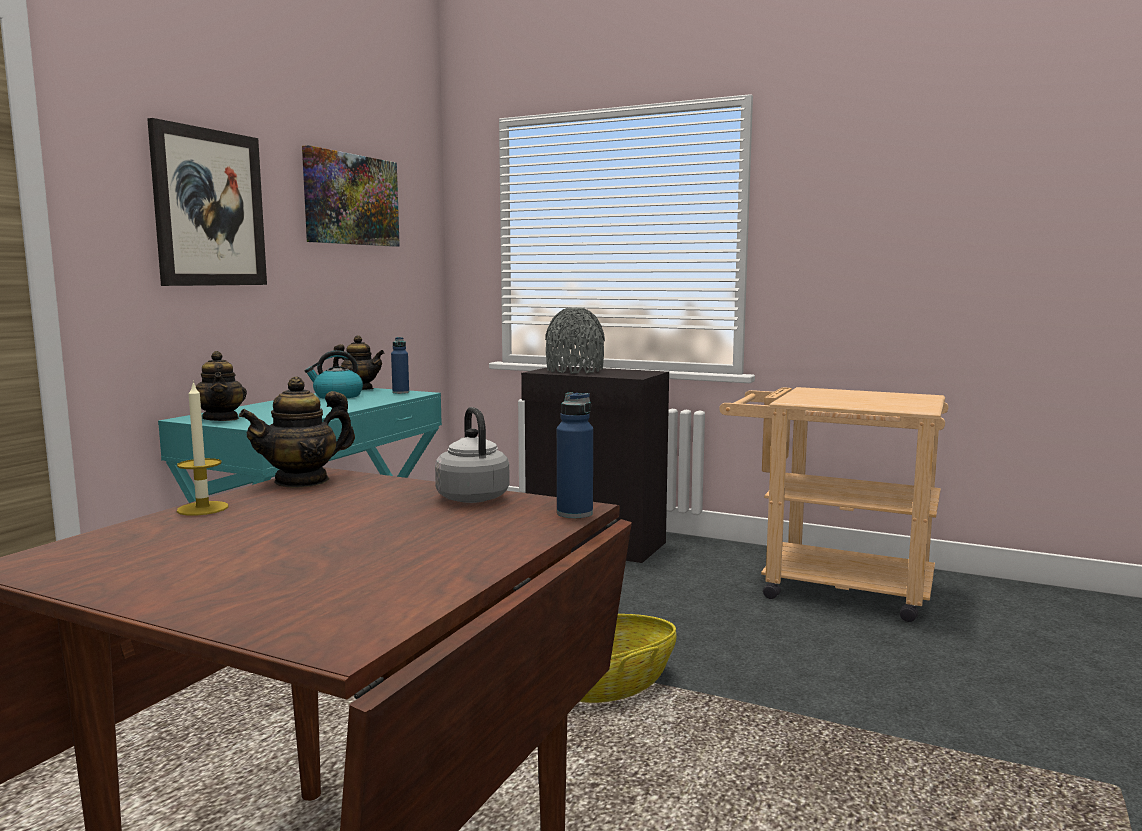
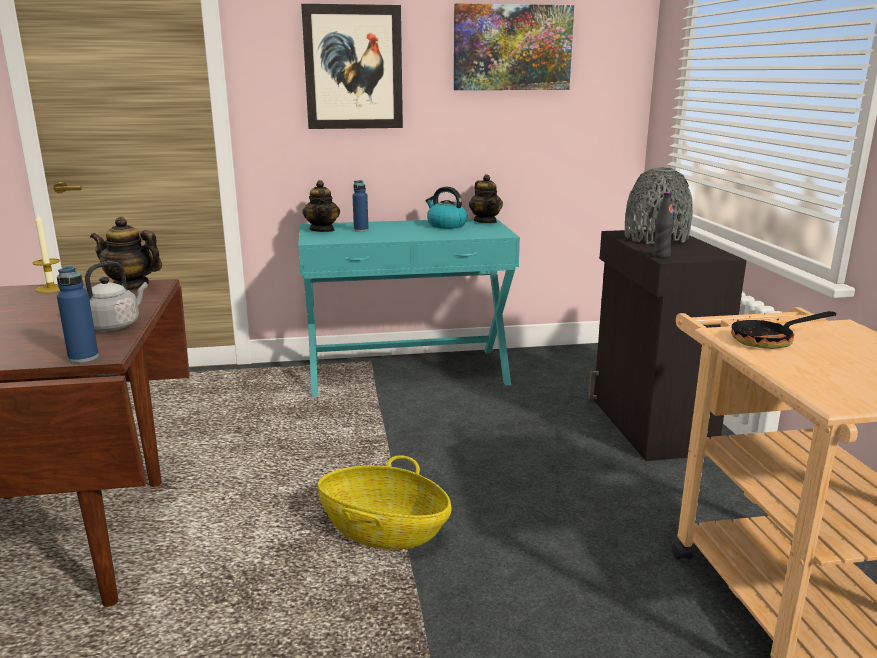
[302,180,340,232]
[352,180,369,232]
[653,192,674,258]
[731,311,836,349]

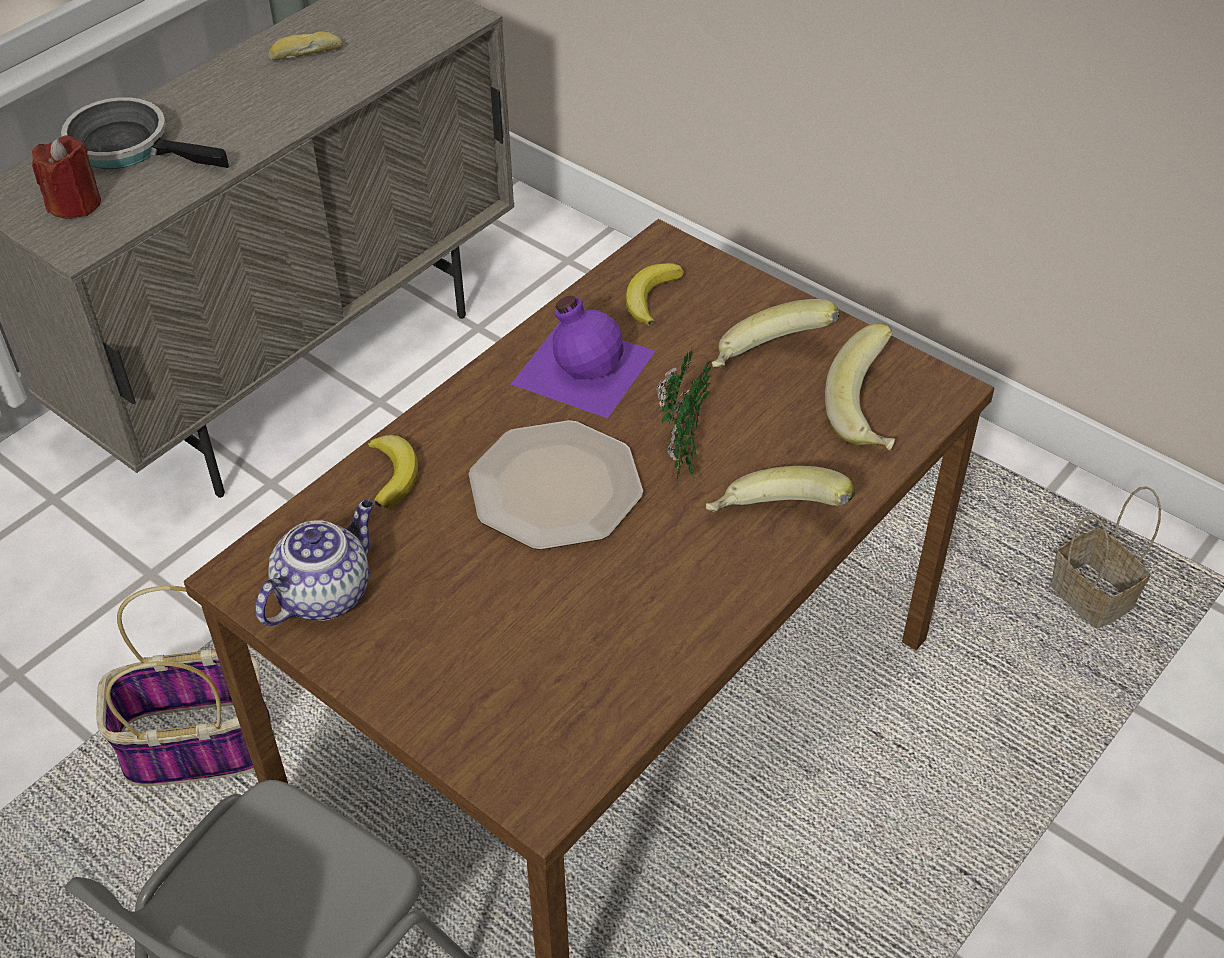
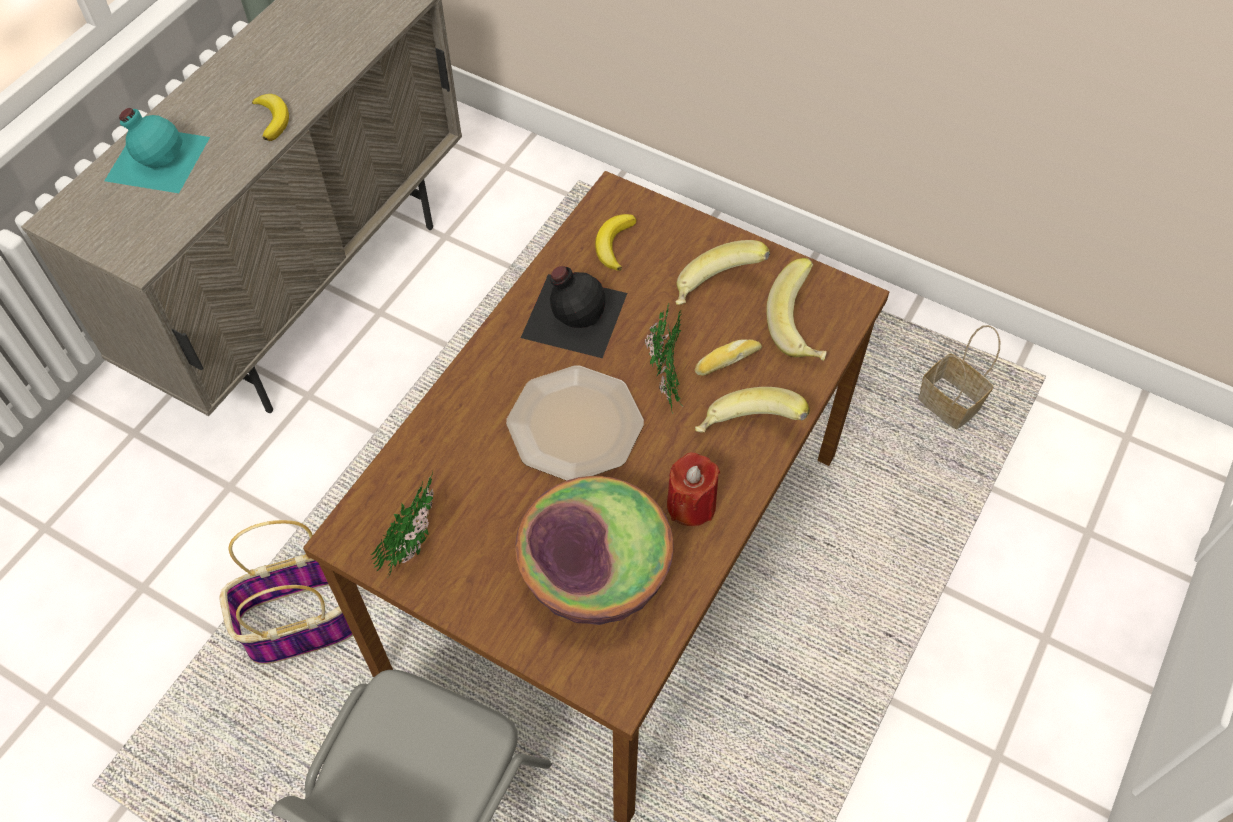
[104,108,210,193]
[252,94,289,141]
[371,471,434,578]
[515,476,674,625]
[521,266,627,358]
[667,453,720,526]
[695,339,762,376]

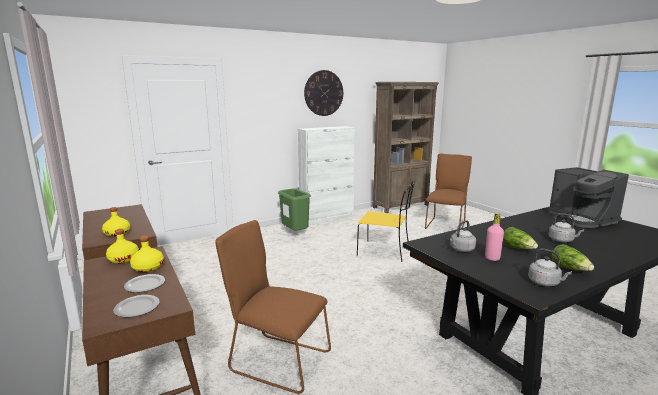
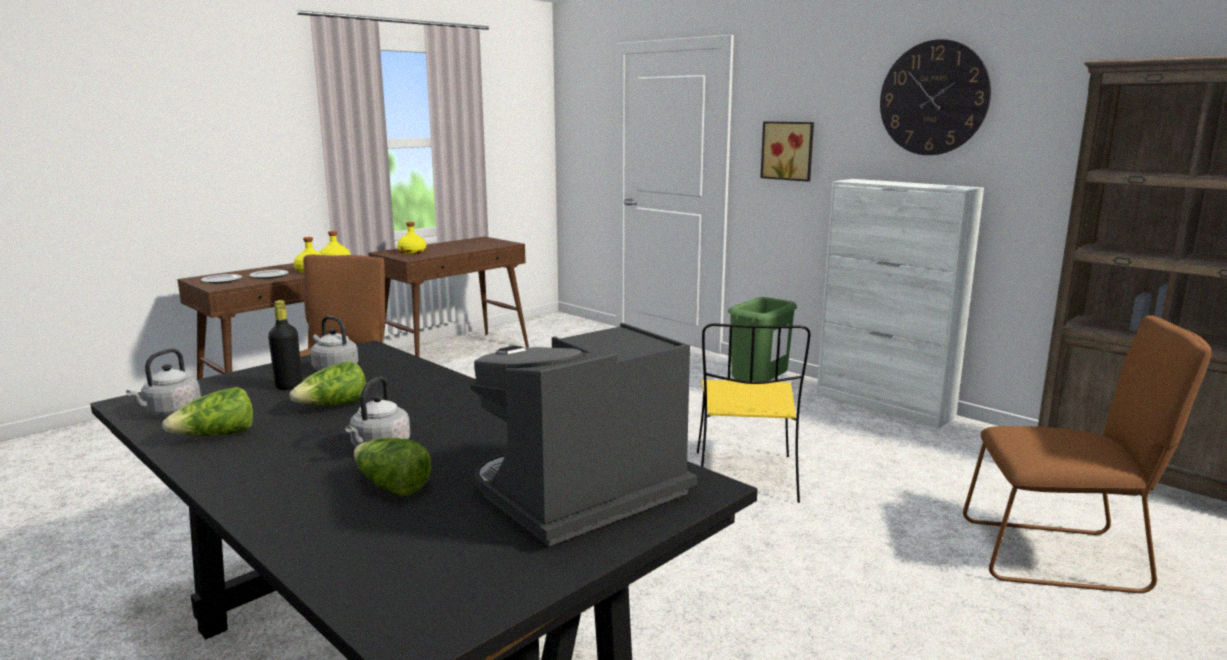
[268,300,302,390]
[354,438,432,496]
[760,121,814,182]

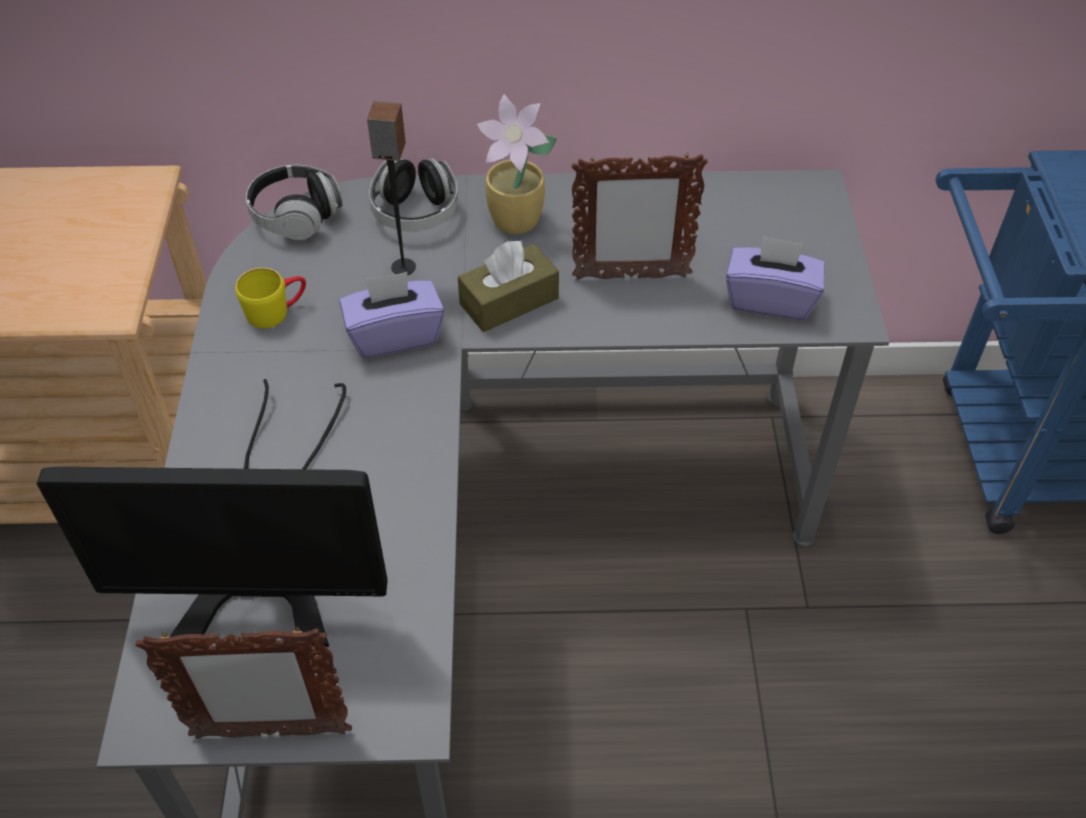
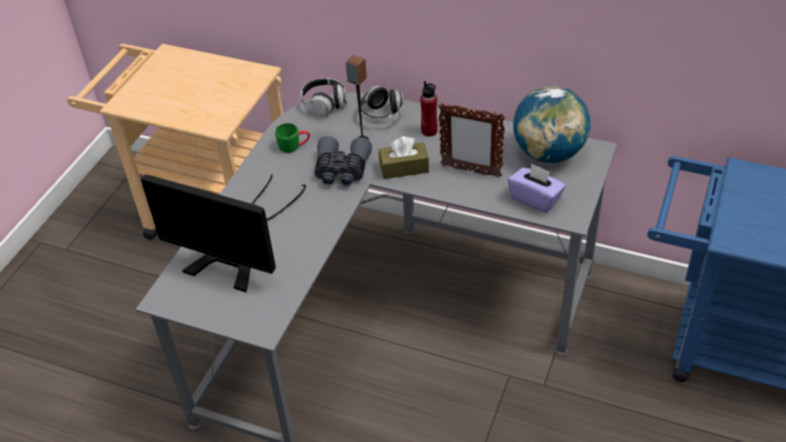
[275,123,310,153]
[314,136,372,186]
[420,81,438,136]
[513,86,590,163]
[135,626,352,739] (first image)

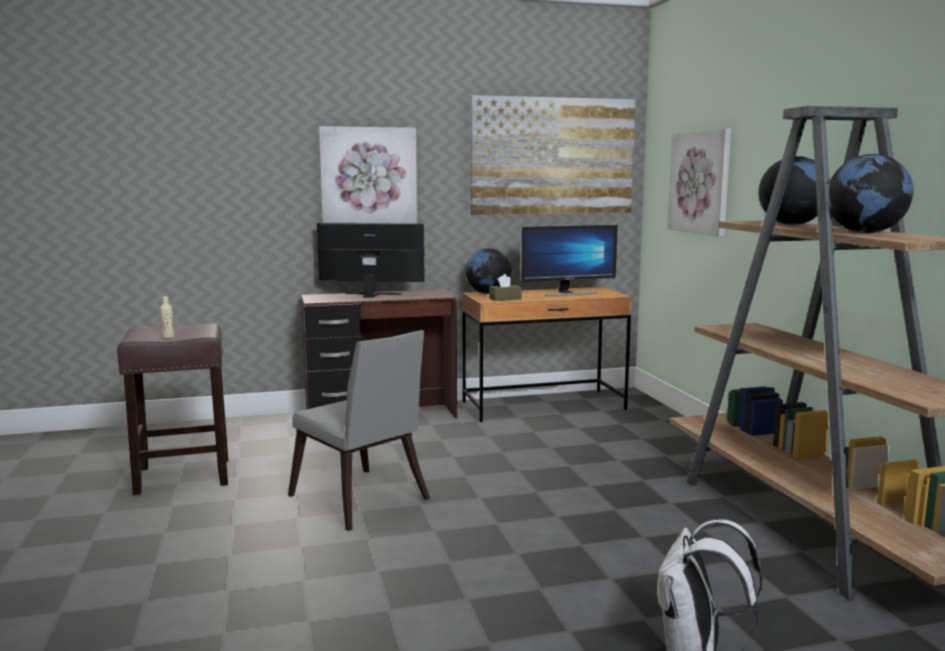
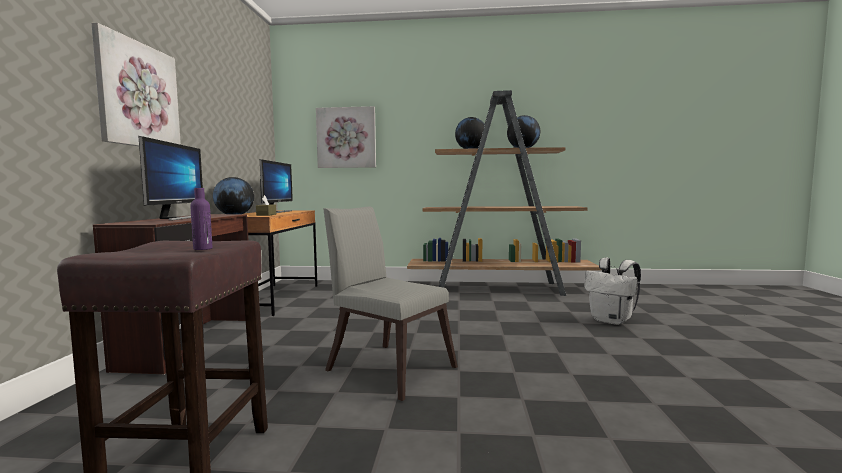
[138,136,203,221]
[190,188,213,250]
[323,206,458,401]
[471,95,636,215] (first image)

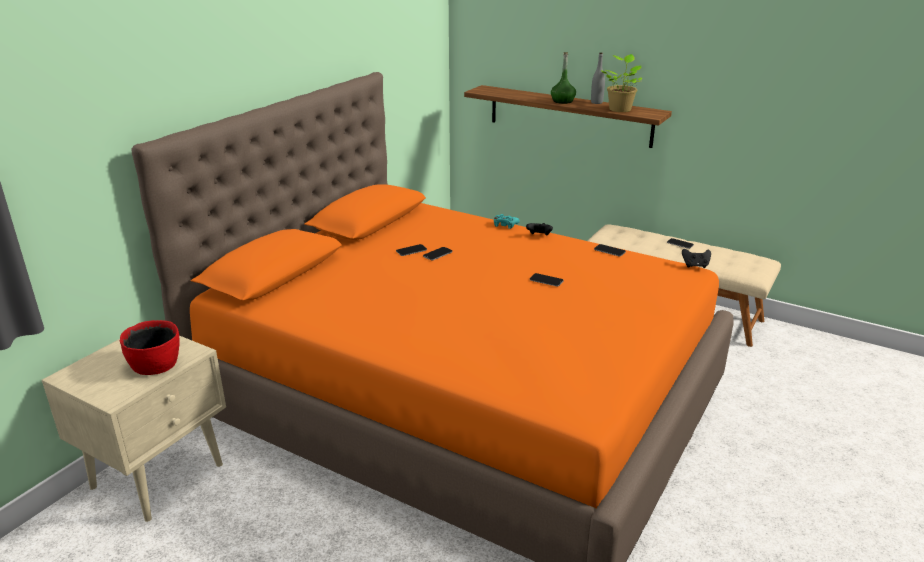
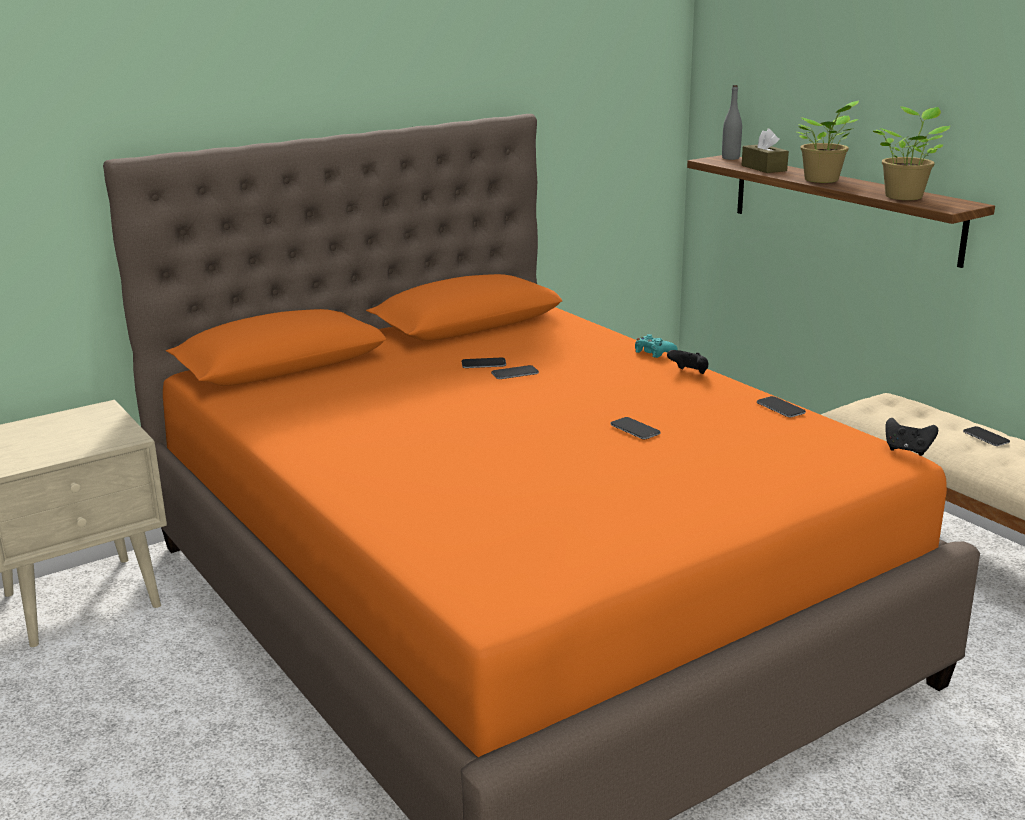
[722,85,742,160]
[742,128,789,173]
[797,101,859,183]
[120,320,180,375] (first image)

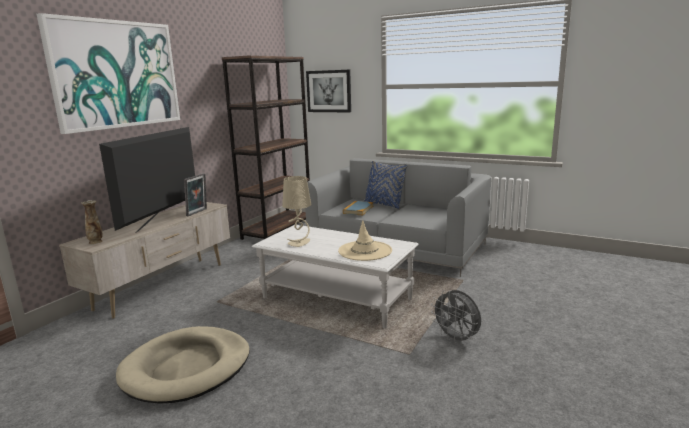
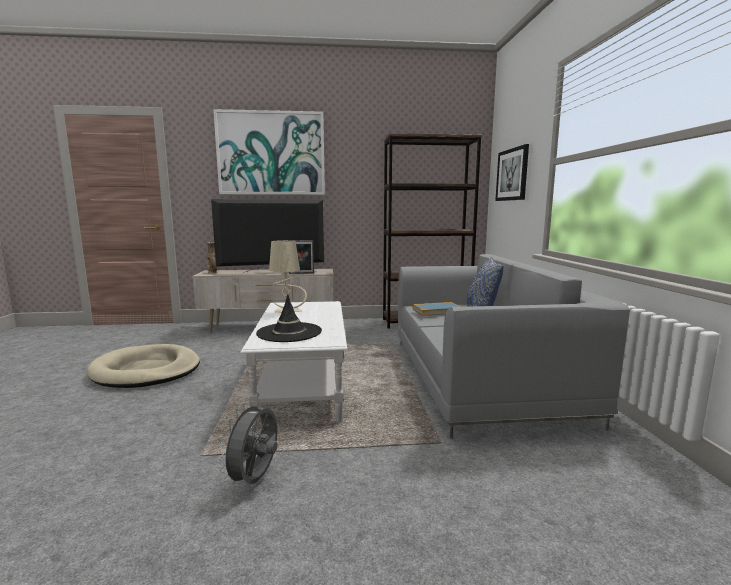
[256,294,322,342]

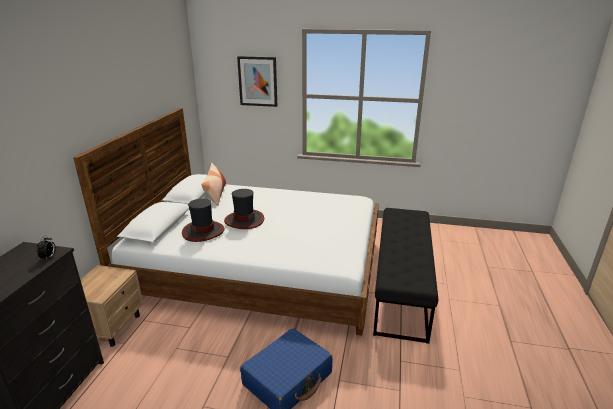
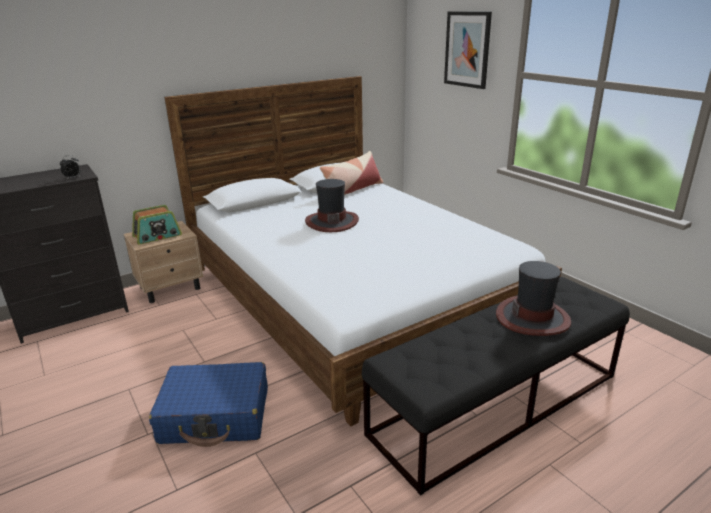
[132,205,182,245]
[496,261,571,336]

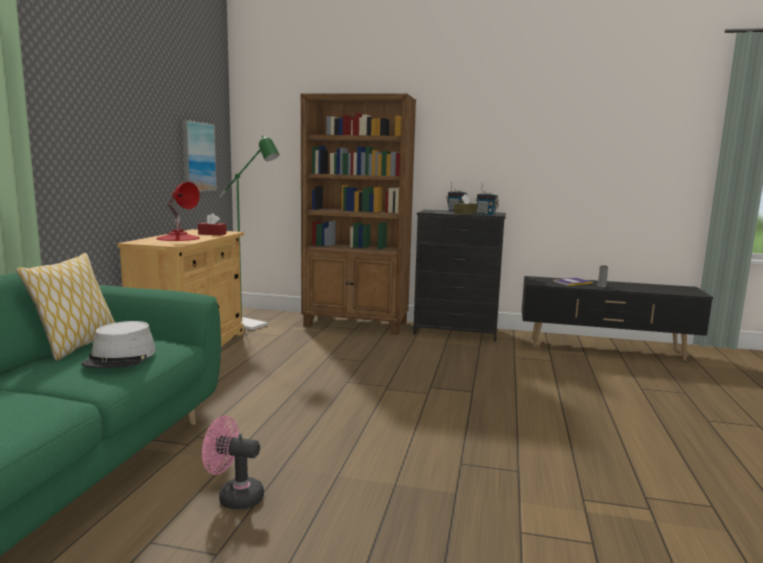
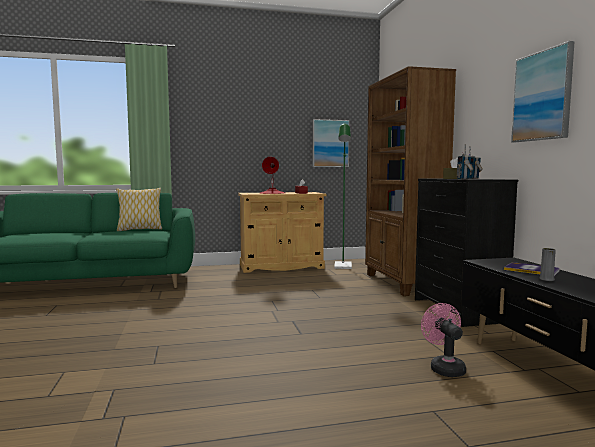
[421,303,466,377]
[511,41,575,142]
[81,321,156,368] (first image)

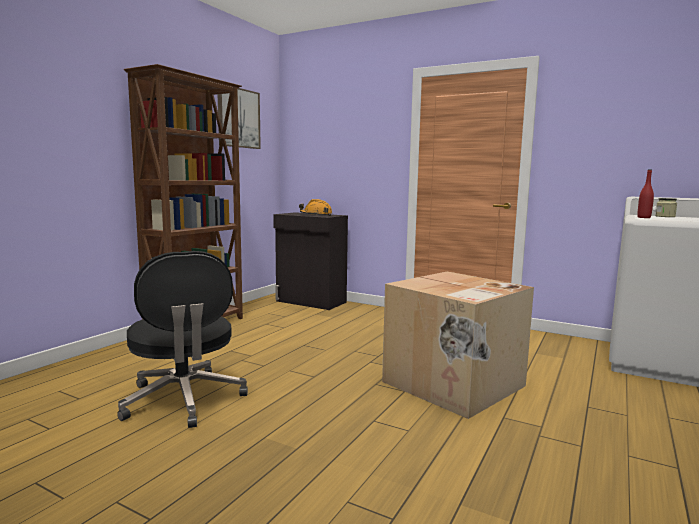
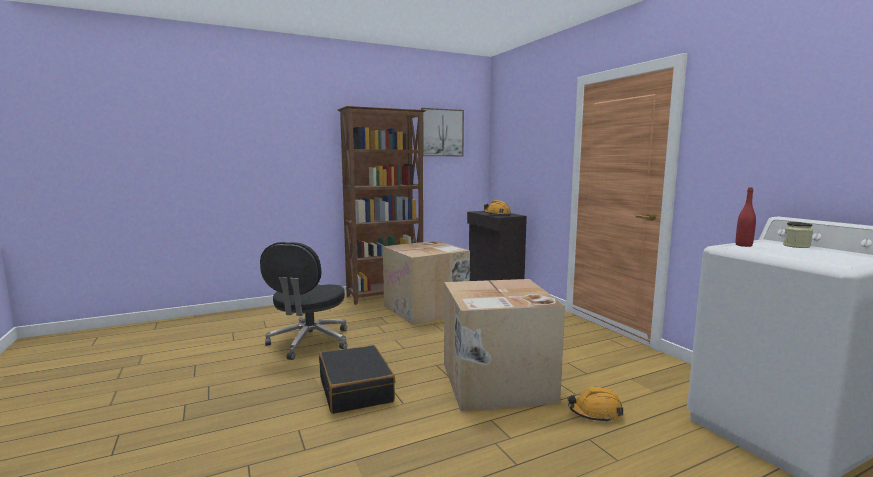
[319,345,395,414]
[383,241,470,325]
[568,387,623,423]

